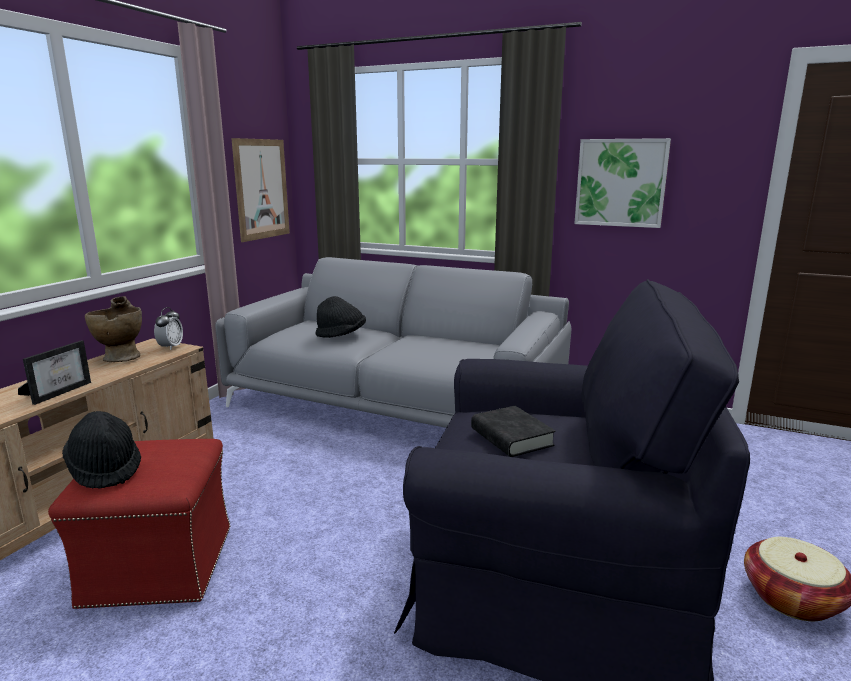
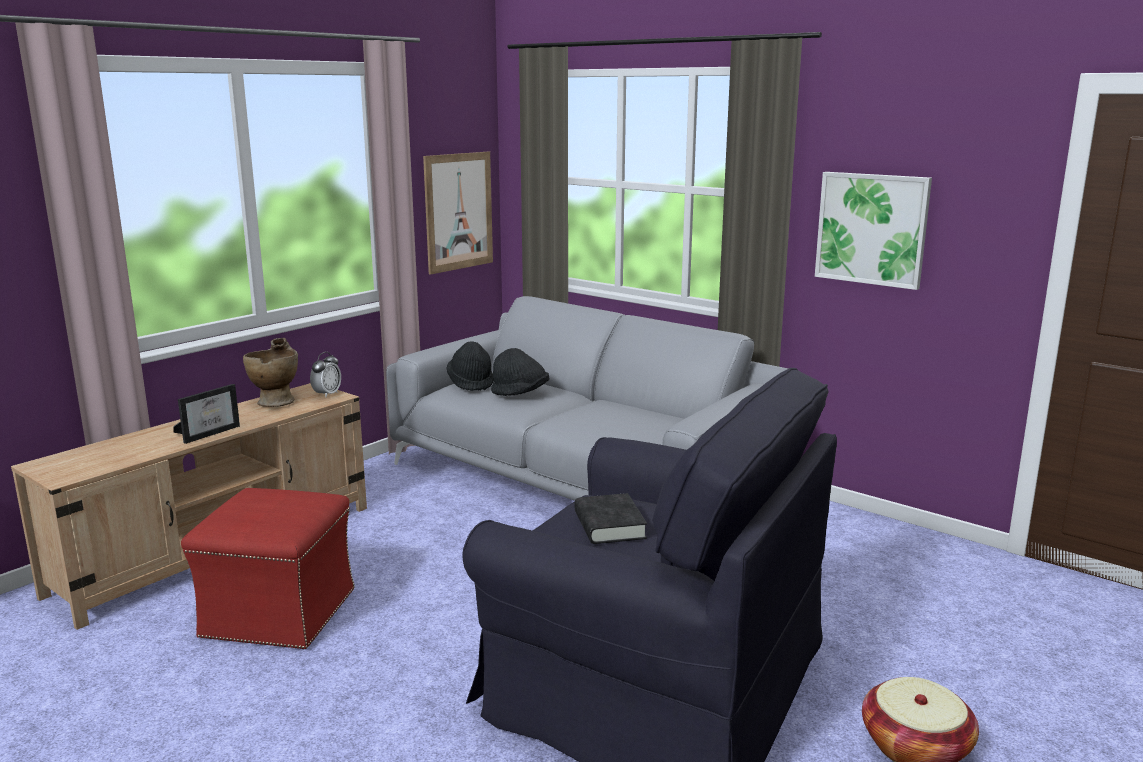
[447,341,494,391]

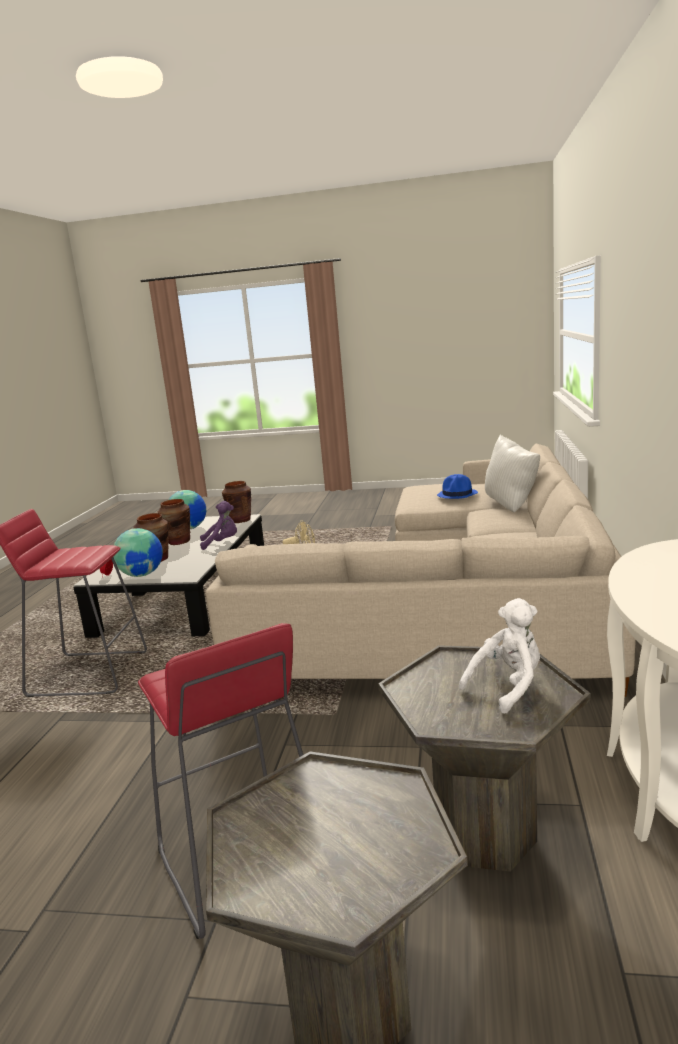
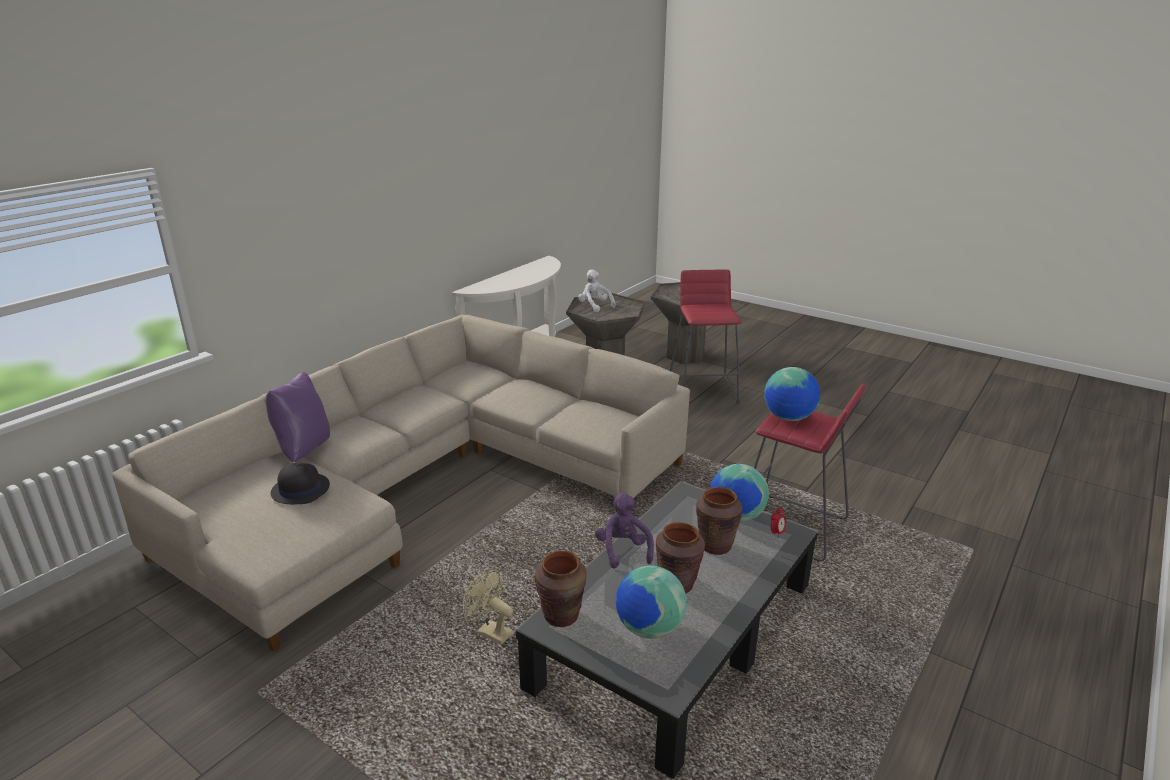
[266,372,330,462]
[271,463,330,504]
[578,269,616,312]
[595,493,654,569]
[764,367,820,421]

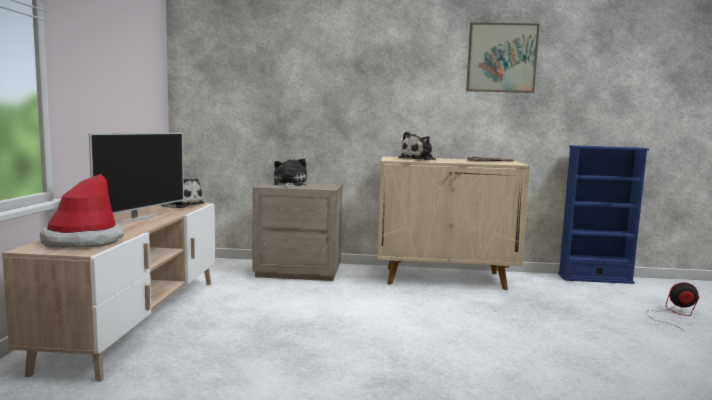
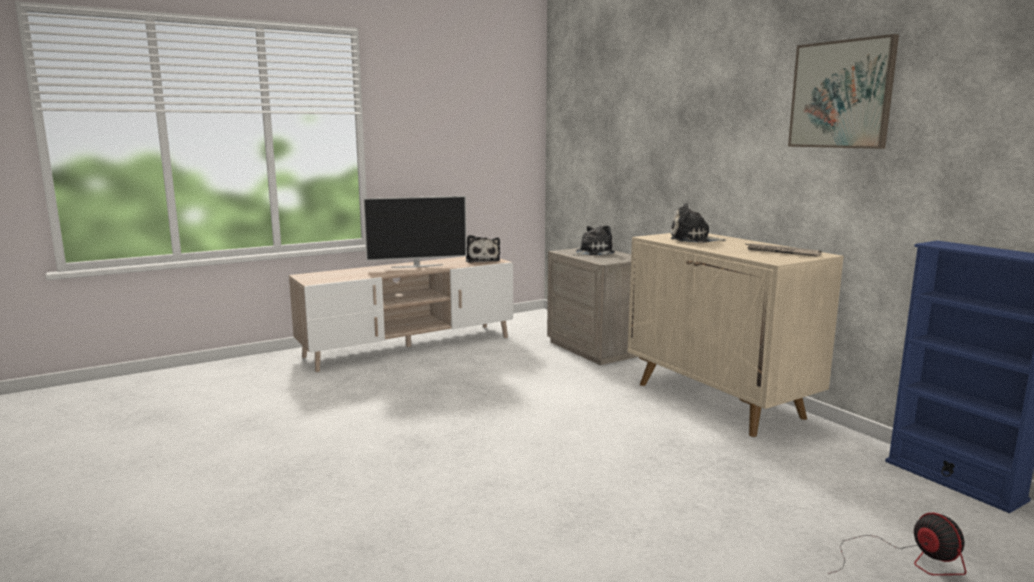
[40,174,124,248] (first image)

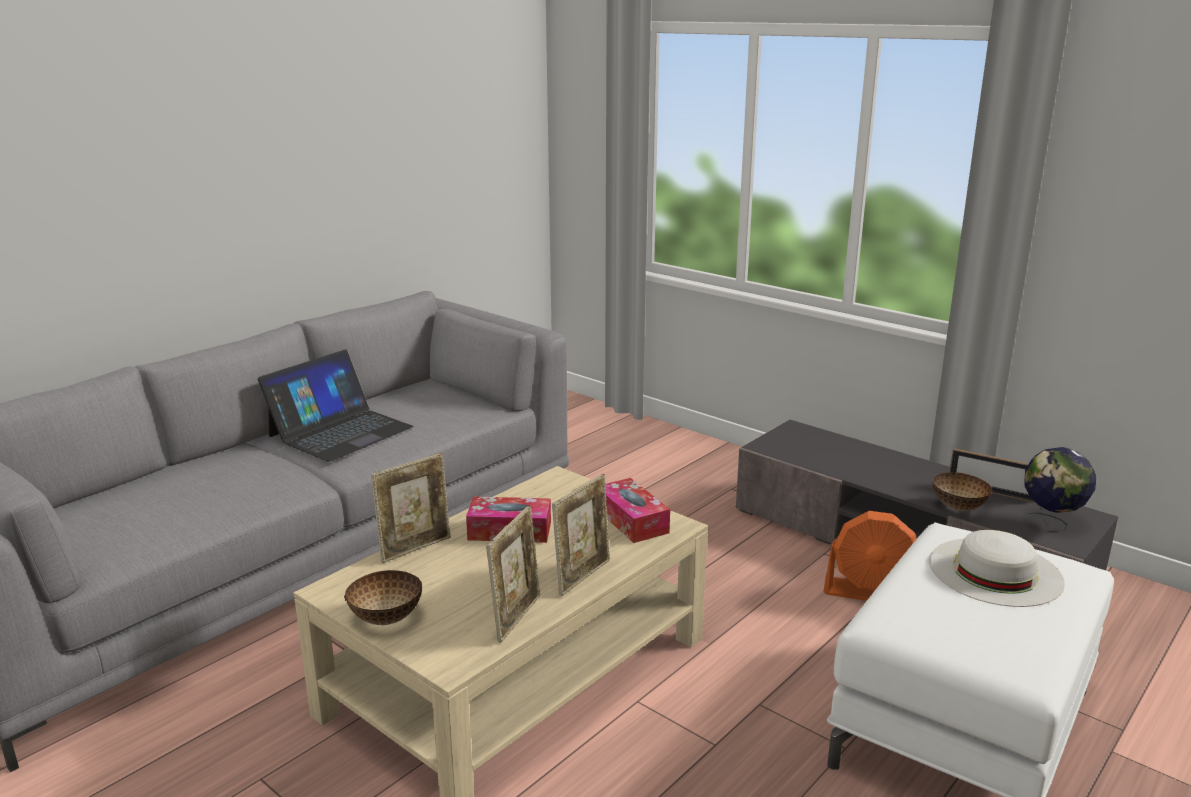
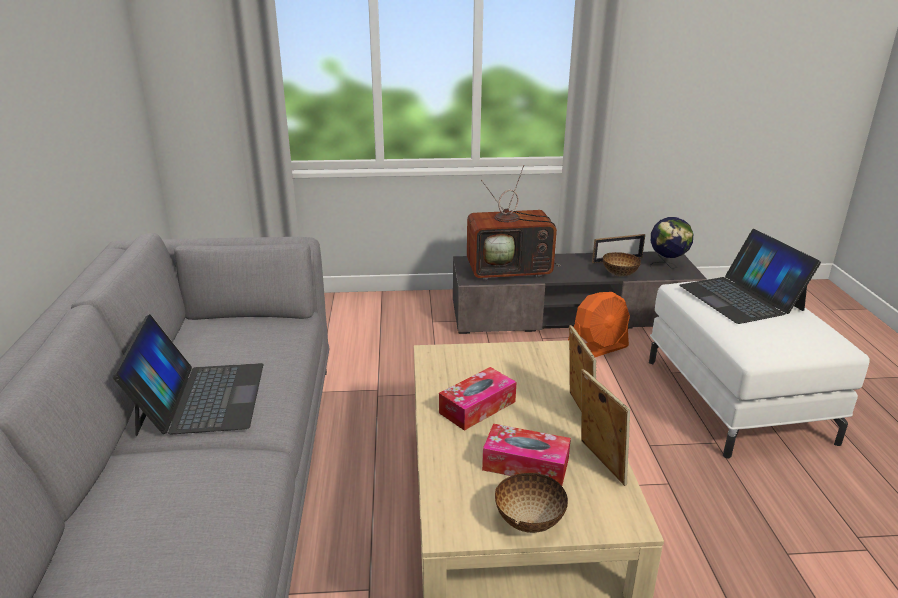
[467,165,561,280]
[482,424,571,486]
[680,229,821,324]
[371,453,451,563] (first image)

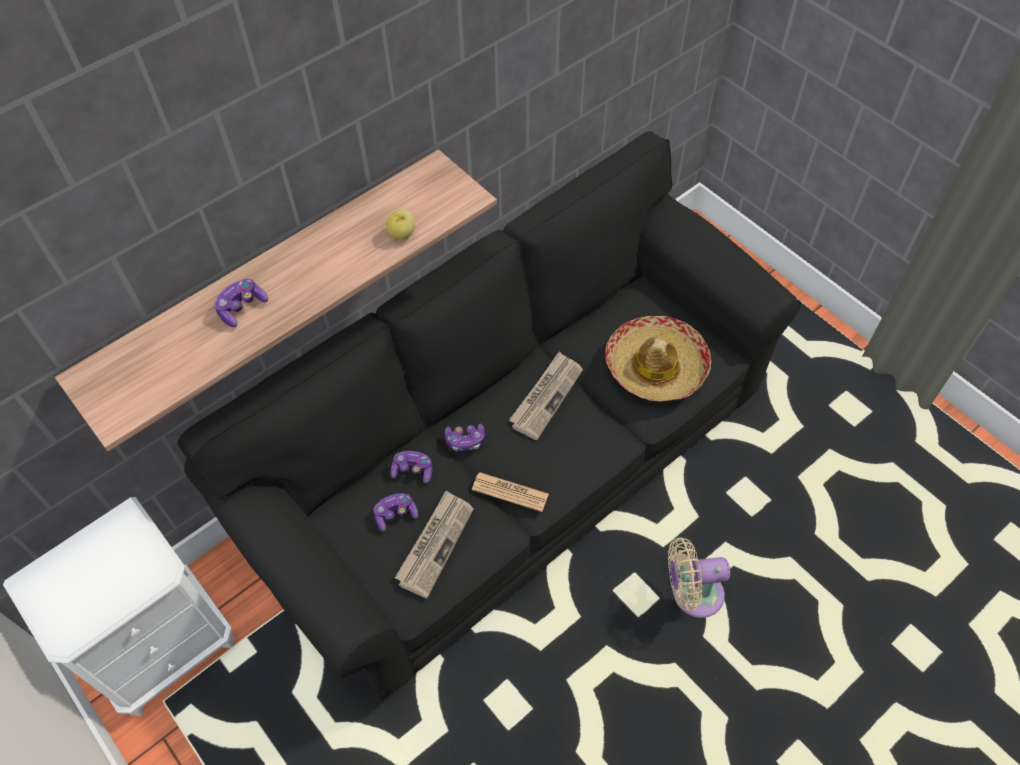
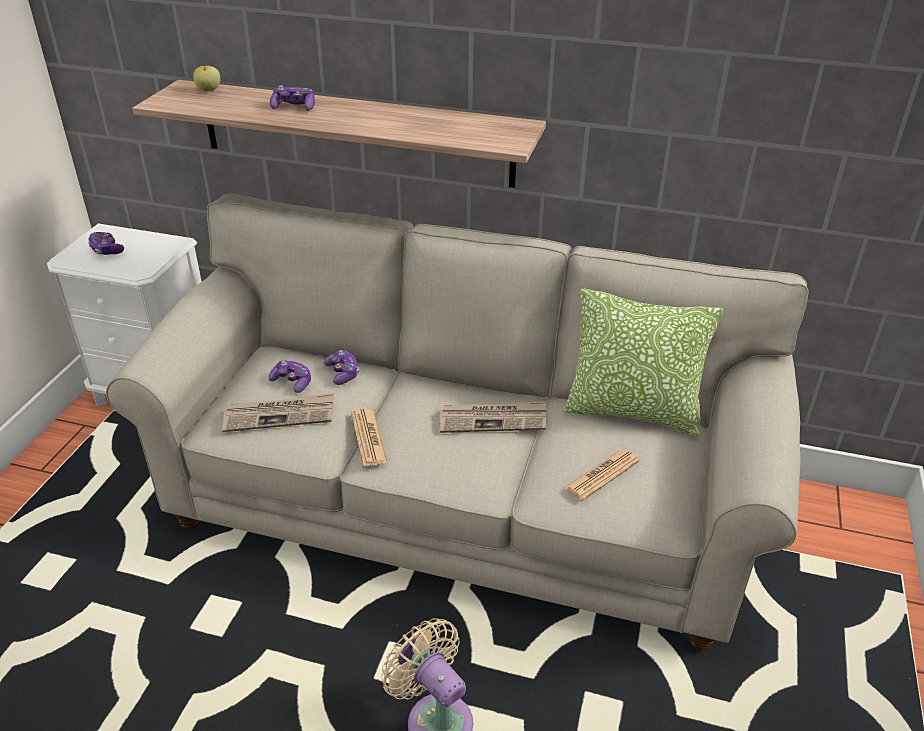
[88,232,124,255]
[106,194,809,650]
[193,66,220,91]
[563,288,723,436]
[565,449,640,500]

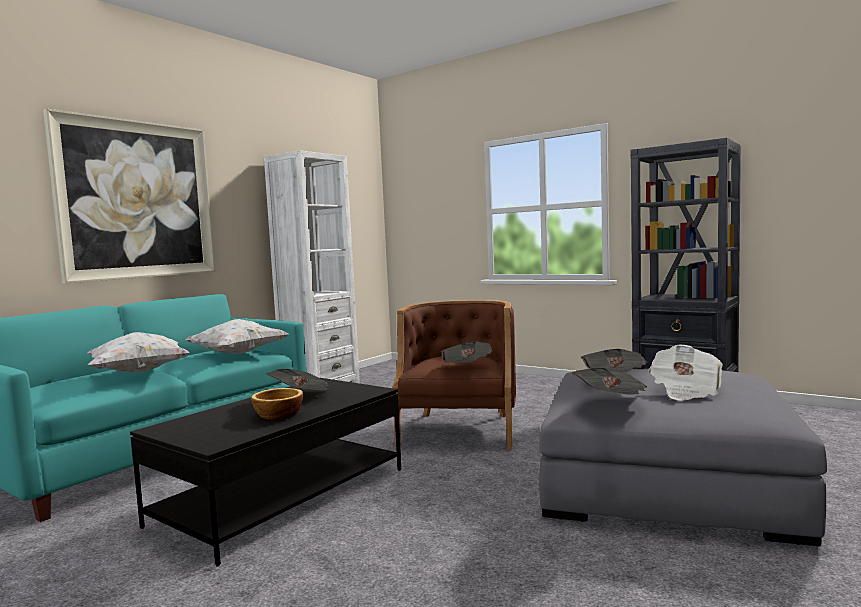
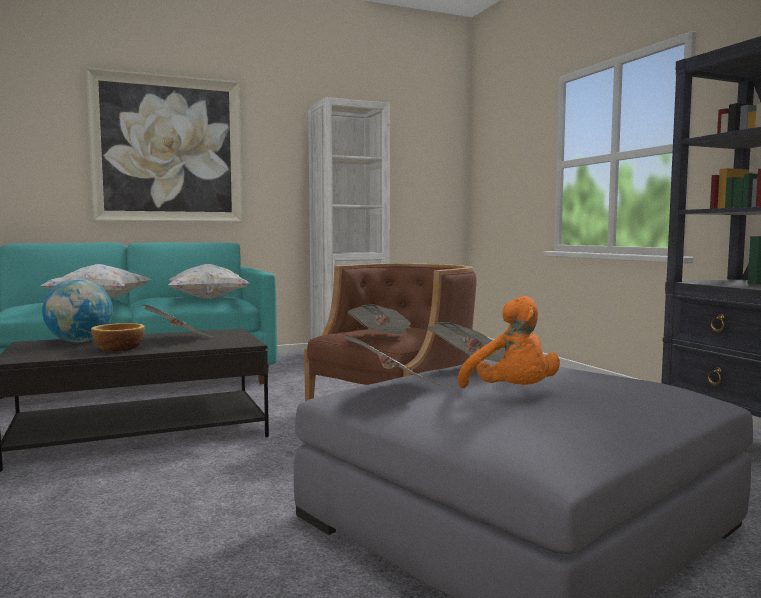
[42,279,113,342]
[458,296,560,388]

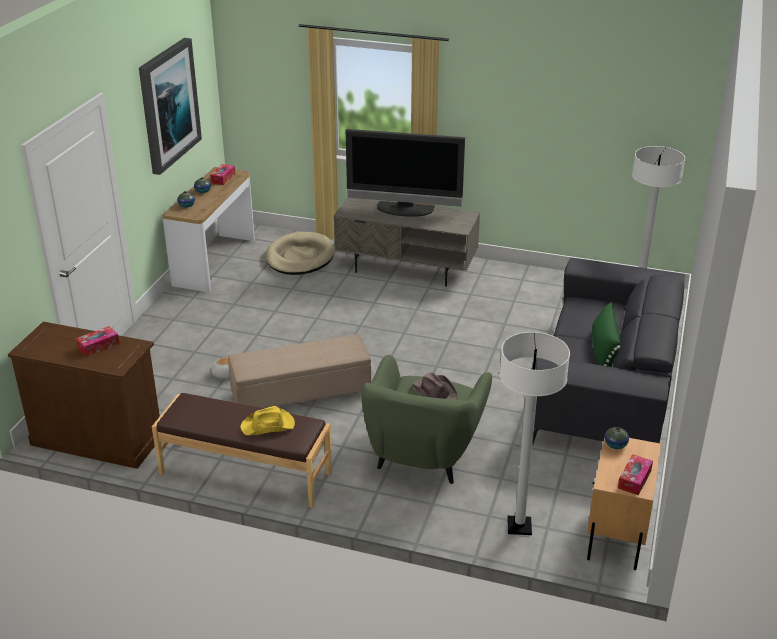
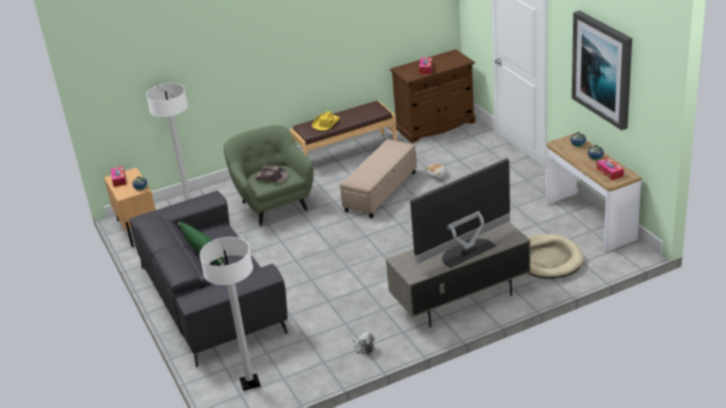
[352,332,375,355]

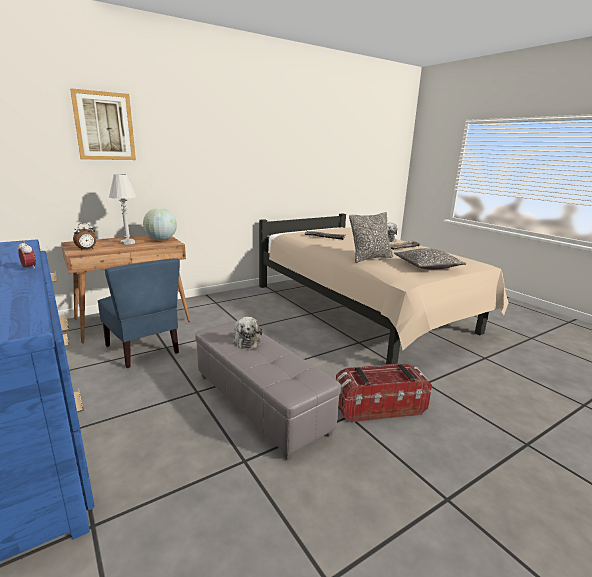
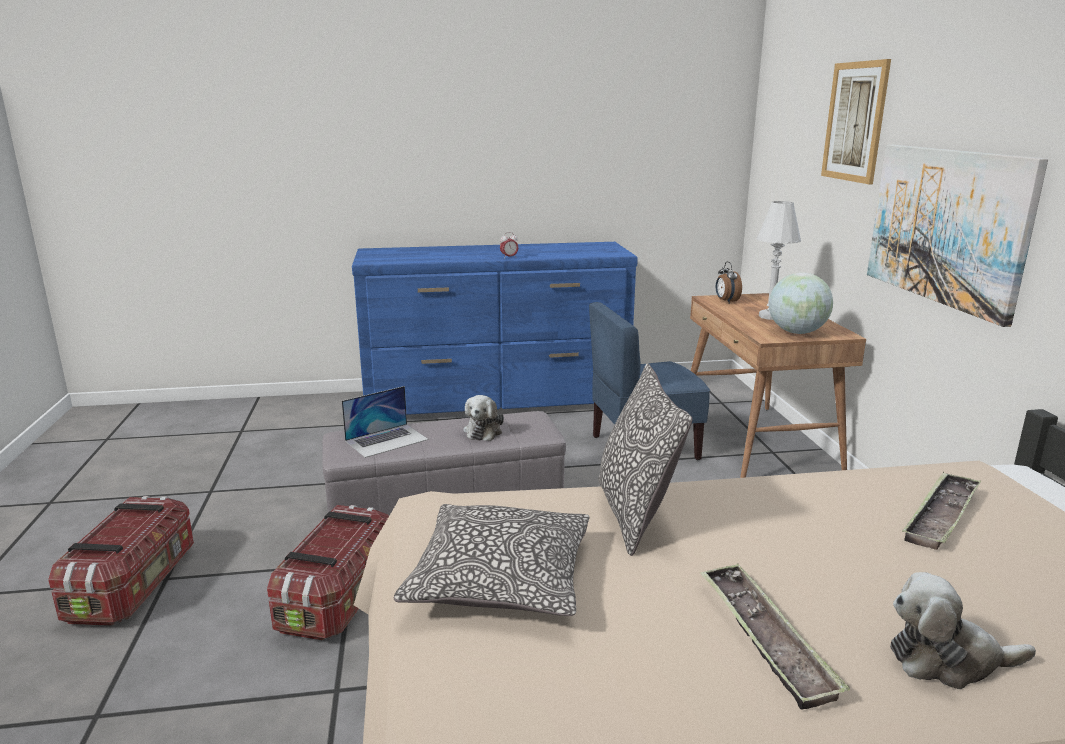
[48,496,194,626]
[342,386,428,458]
[463,395,504,441]
[867,145,1048,327]

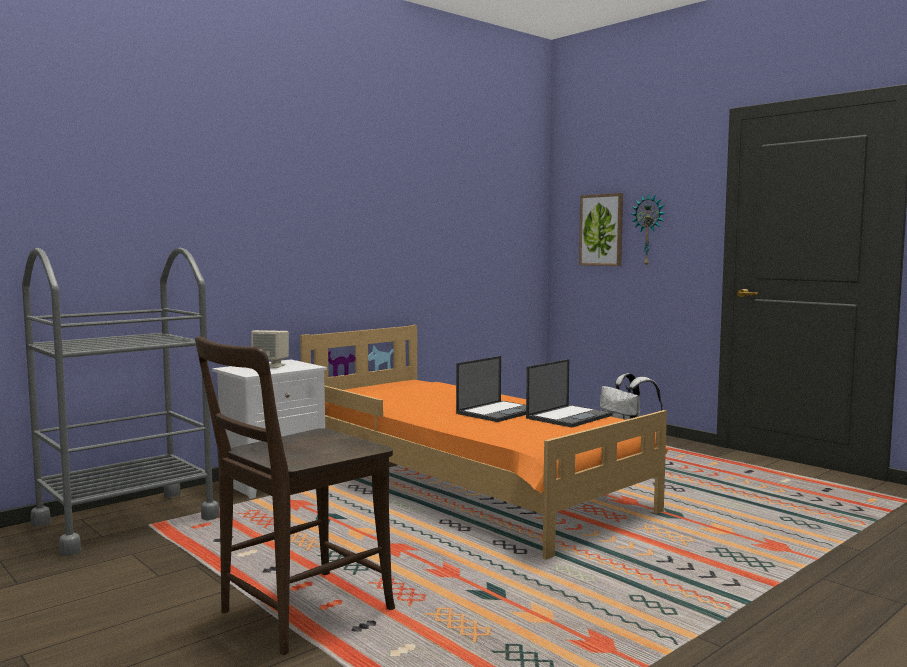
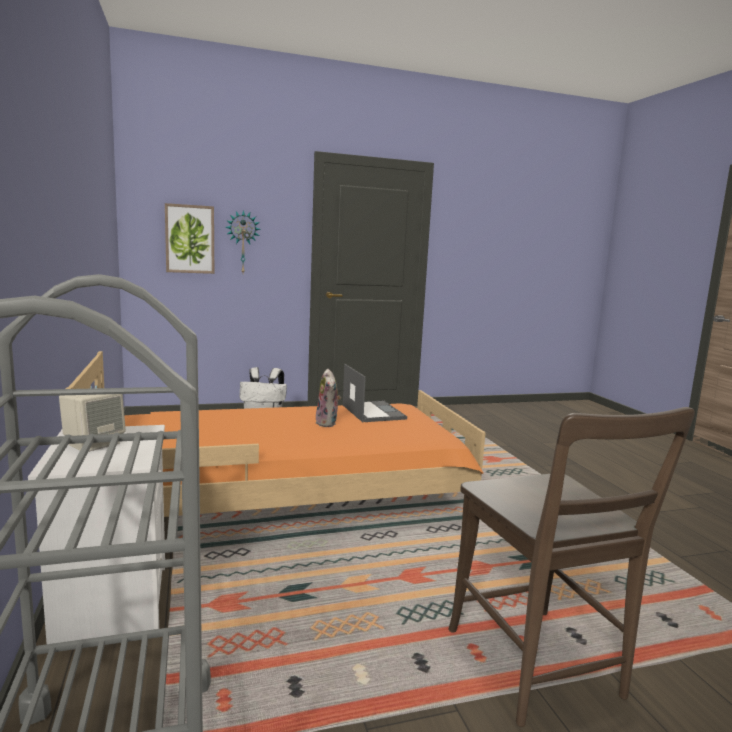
[316,369,341,427]

